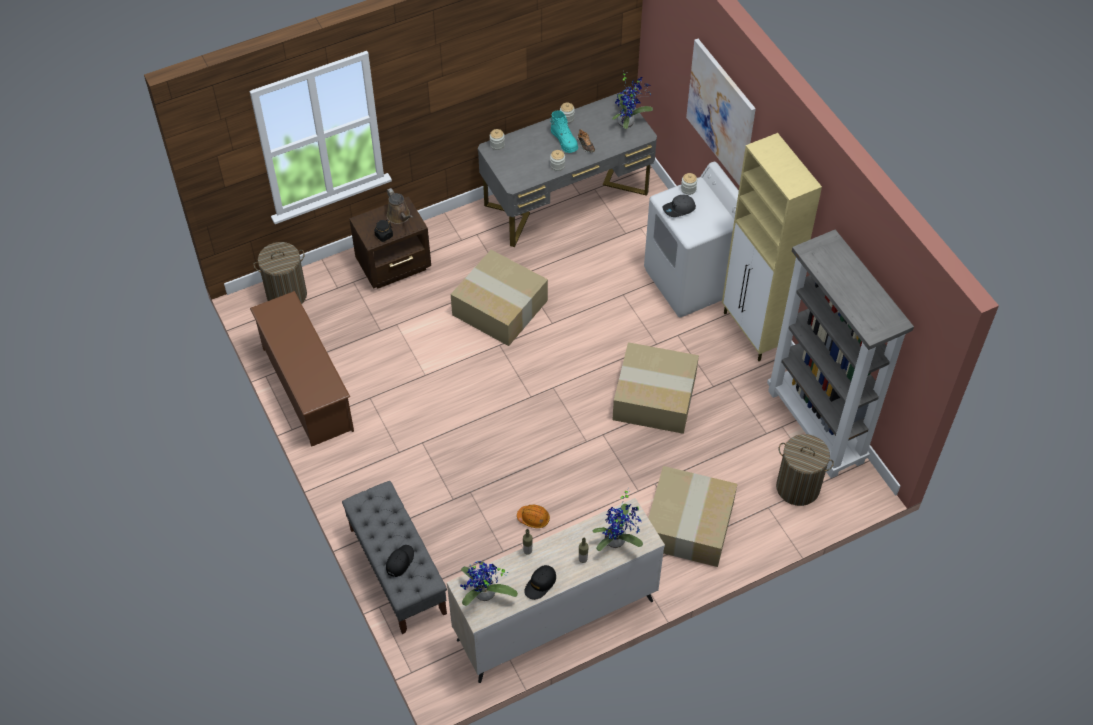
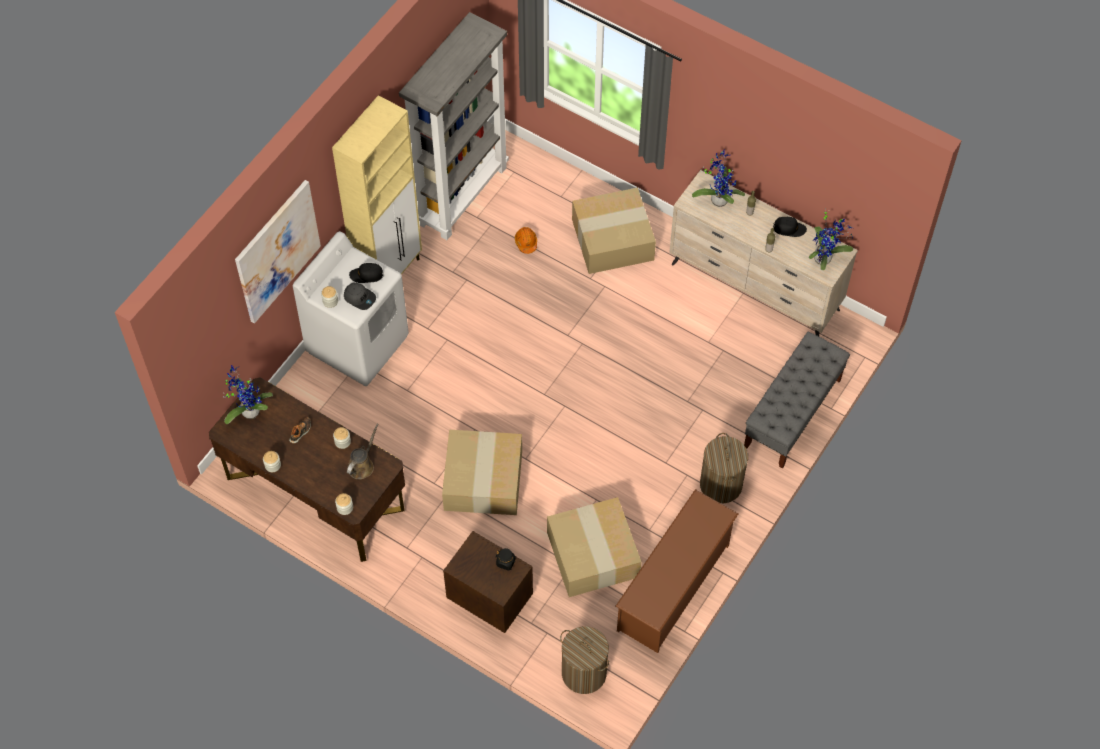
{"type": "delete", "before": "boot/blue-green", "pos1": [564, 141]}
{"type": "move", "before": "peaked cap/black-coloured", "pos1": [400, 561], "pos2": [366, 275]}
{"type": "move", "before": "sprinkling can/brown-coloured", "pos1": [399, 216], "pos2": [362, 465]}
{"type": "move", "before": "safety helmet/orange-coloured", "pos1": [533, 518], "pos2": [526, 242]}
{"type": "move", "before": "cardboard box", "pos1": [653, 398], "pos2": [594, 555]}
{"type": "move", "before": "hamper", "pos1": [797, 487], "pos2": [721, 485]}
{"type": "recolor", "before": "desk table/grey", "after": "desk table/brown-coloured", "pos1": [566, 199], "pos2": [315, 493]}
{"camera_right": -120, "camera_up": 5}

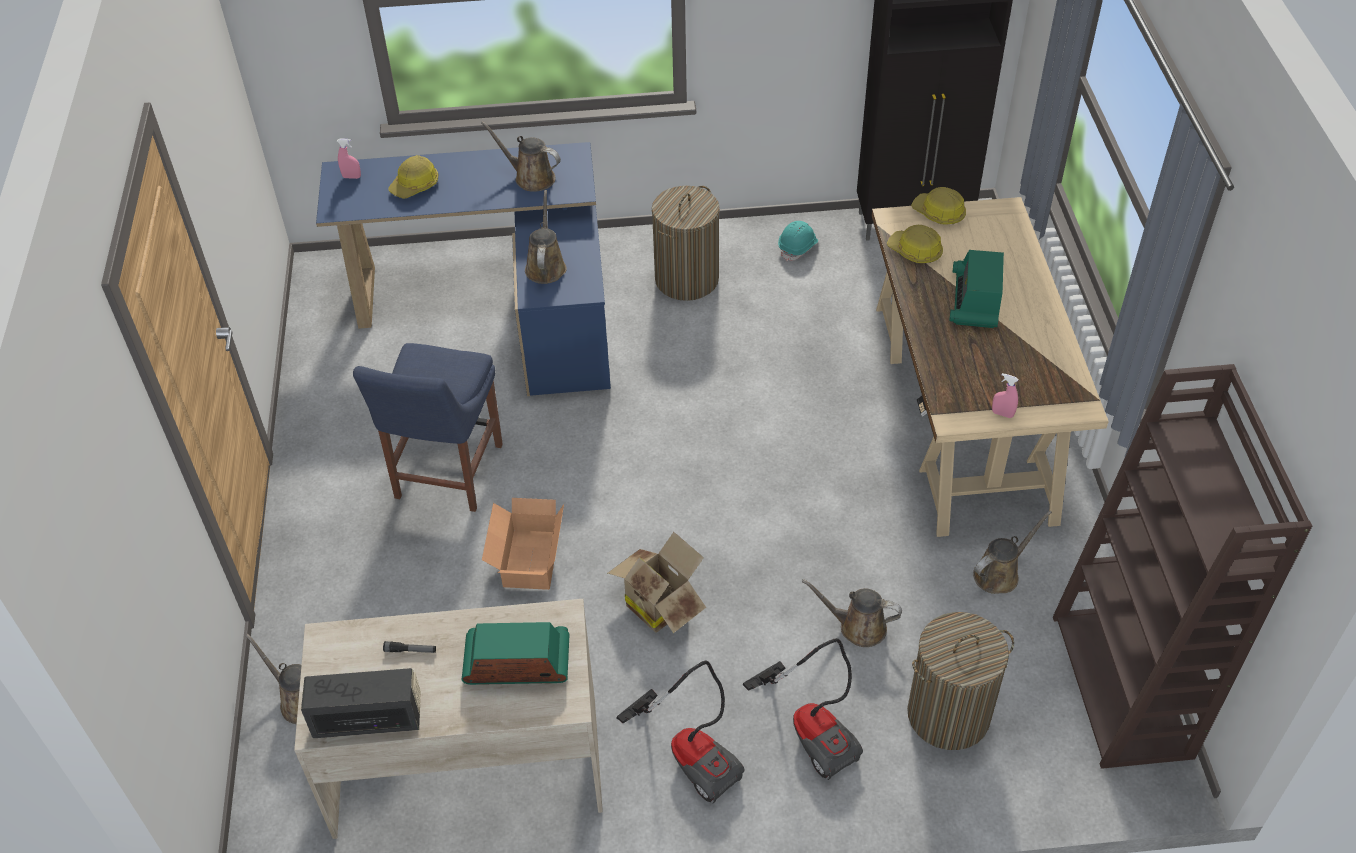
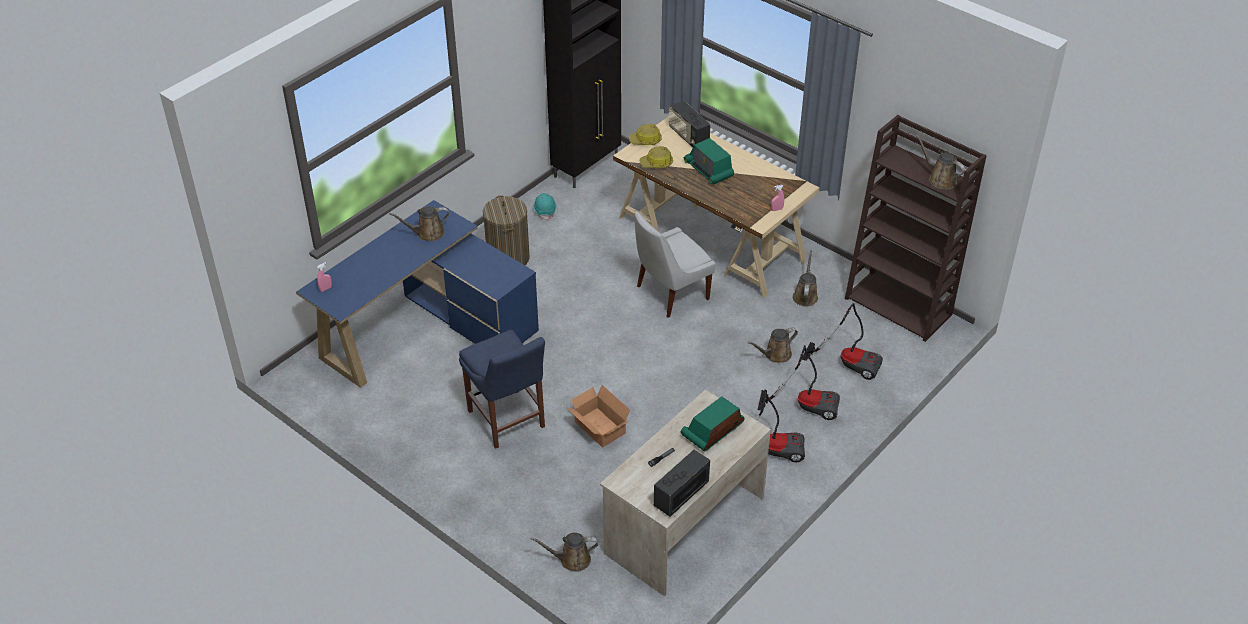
{"type": "delete", "before": "safety helmet", "pos1": [415, 185]}
{"type": "delete", "before": "cardboard box", "pos1": [660, 603]}
{"type": "insert", "after": "plain chair/white-coloured", "pos2": [670, 293]}
{"type": "insert", "after": "radio", "pos2": [688, 137]}
{"type": "move", "before": "sprinkling can/brown-coloured", "pos1": [545, 266], "pos2": [940, 179]}
{"type": "replace", "before": "hamper", "after": "hoover", "pos1": [948, 714], "pos2": [849, 362]}
{"camera_right": -45, "camera_up": -5}

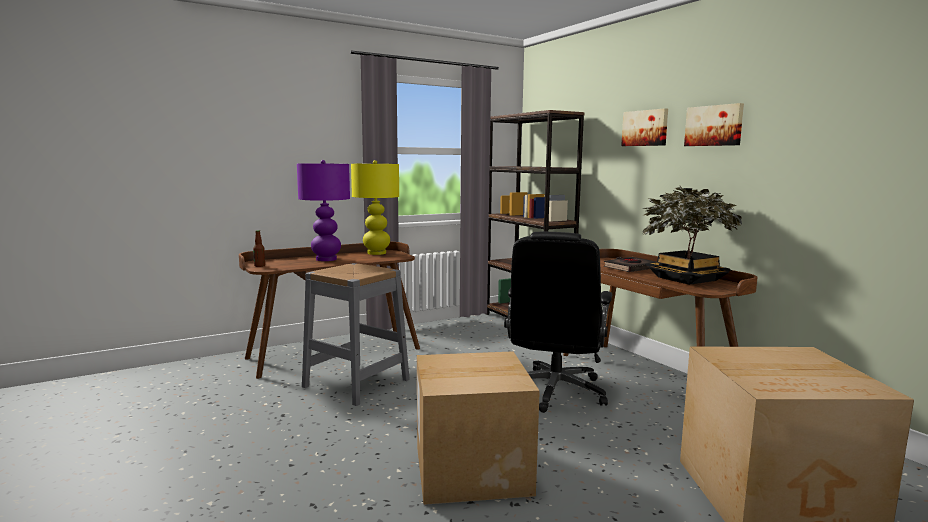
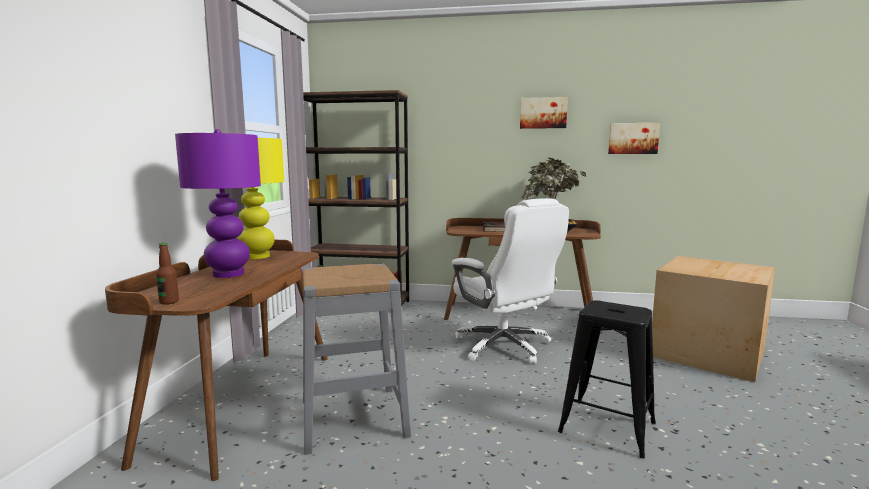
{"type": "move", "before": "picture", "pos1": [645, 128], "pos2": [633, 138]}
{"type": "replace", "before": "cardboard box", "after": "sitting stool/black-coloured", "pos1": [471, 469], "pos2": [606, 427]}
{"type": "recolor", "before": "desk chair/black-coloured", "after": "desk chair/white-coloured", "pos1": [554, 391], "pos2": [504, 347]}
{"camera_right": -50, "camera_up": 0}

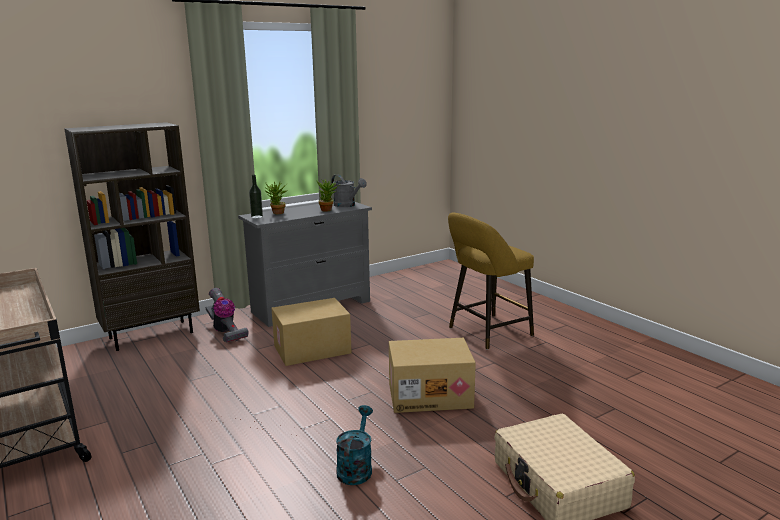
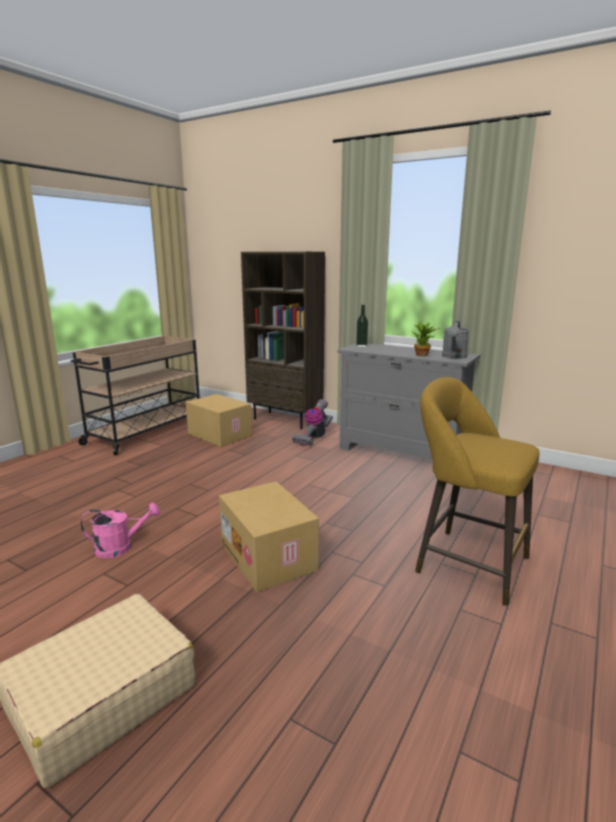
{"type": "delete", "before": "houseplant", "pos1": [277, 213]}
{"type": "move", "before": "cardboard box", "pos1": [312, 350], "pos2": [218, 435]}
{"type": "recolor", "before": "sprinkling can/blue-green", "after": "sprinkling can/pink", "pos1": [356, 468], "pos2": [120, 547]}
{"camera_right": 65, "camera_up": 0}

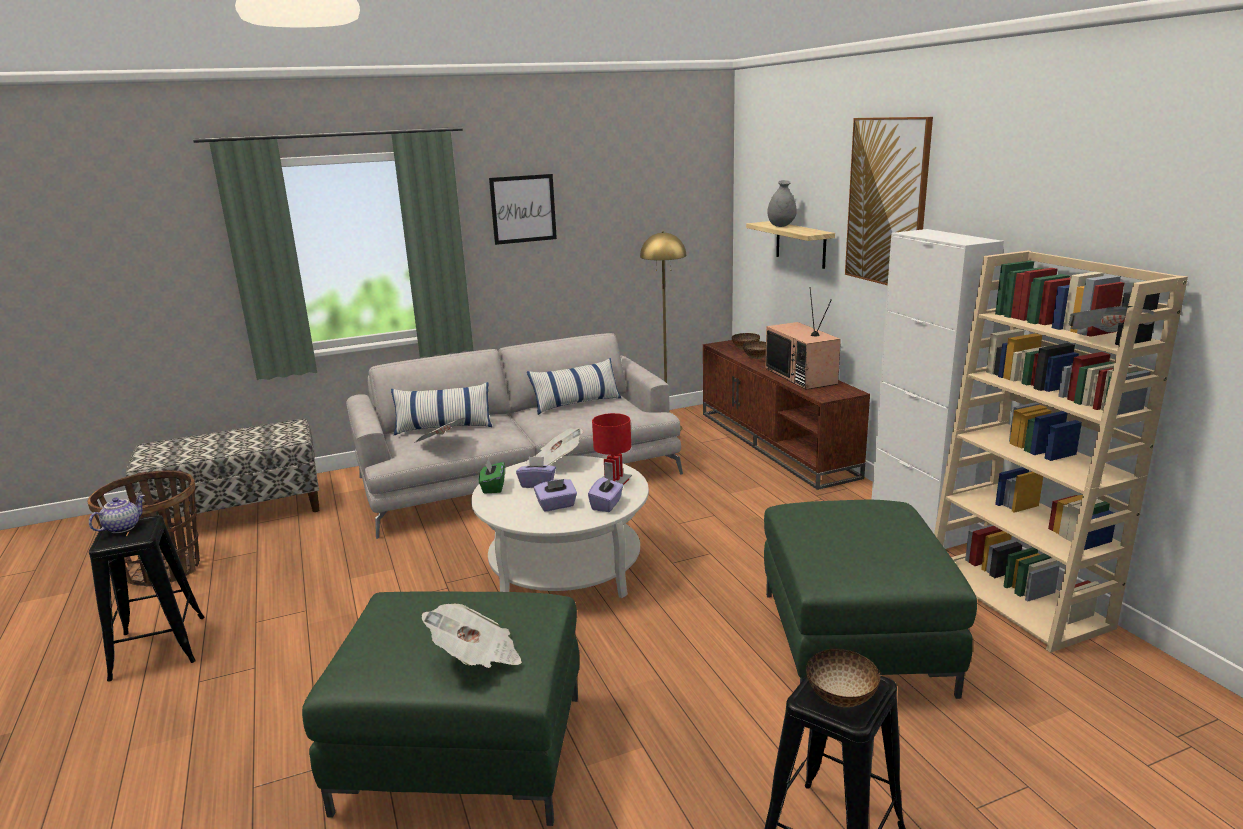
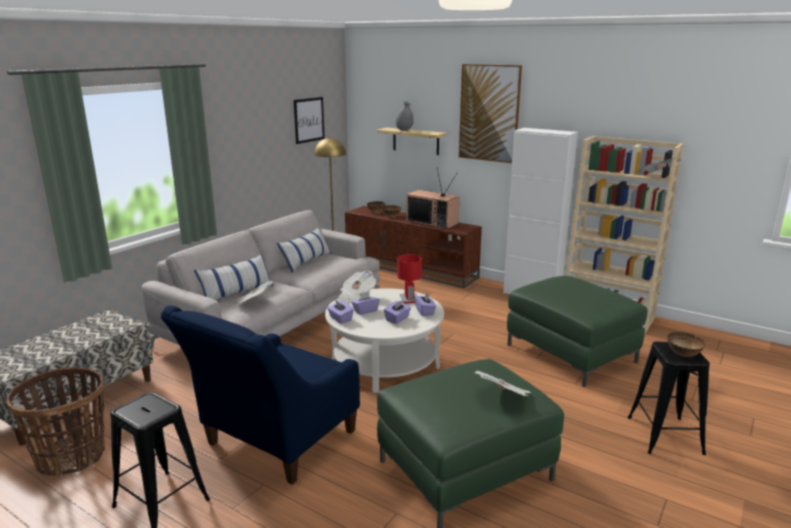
{"type": "delete", "before": "pot for tea", "pos1": [122, 527]}
{"type": "insert", "after": "lounge chair/blue-coloured", "pos2": [274, 443]}
{"type": "move", "before": "picture", "pos1": [523, 209], "pos2": [309, 120]}
{"type": "recolor", "before": "box of tissues/green", "after": "box of tissues/purple", "pos1": [493, 487], "pos2": [340, 319]}
{"camera_right": -35, "camera_up": 0}

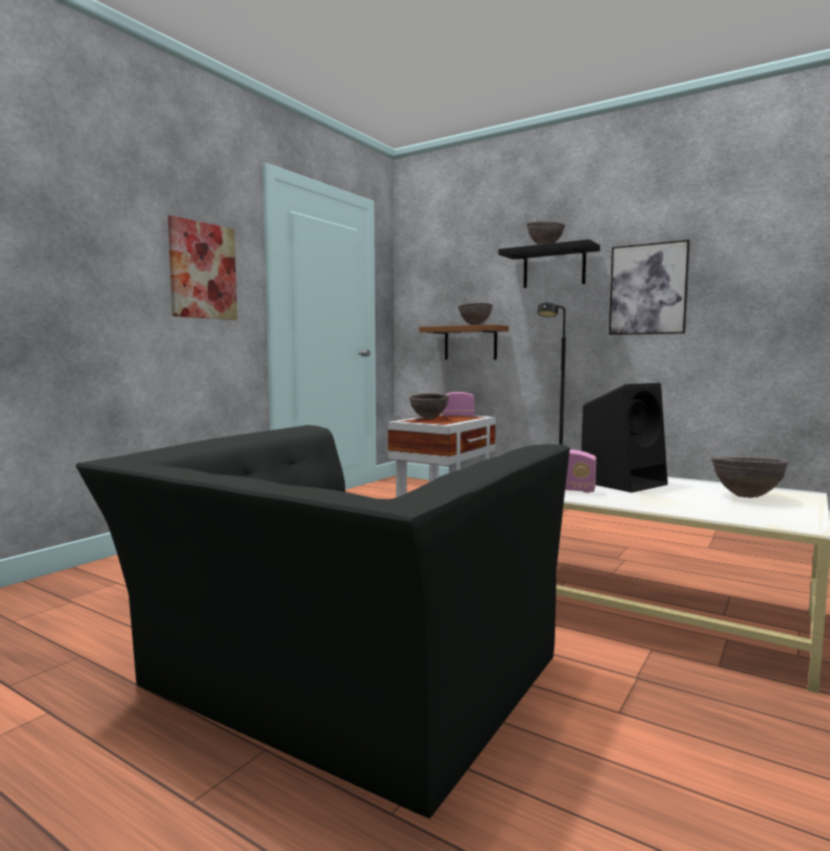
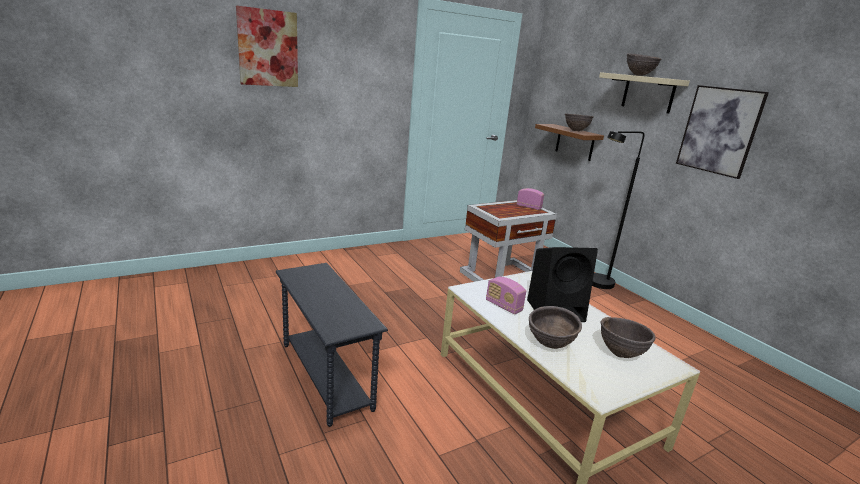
{"type": "move", "before": "picture", "pos1": [202, 271], "pos2": [268, 48]}
{"type": "move", "before": "bowl/brown-coloured", "pos1": [429, 418], "pos2": [550, 345]}
{"type": "replace", "before": "lounge chair/black-coloured", "after": "end table/grey", "pos1": [341, 679], "pos2": [325, 376]}
{"type": "recolor", "before": "bracket shelf/black-coloured", "after": "bracket shelf/sand-coloured", "pos1": [554, 267], "pos2": [648, 93]}
{"camera_right": 25, "camera_up": 15}

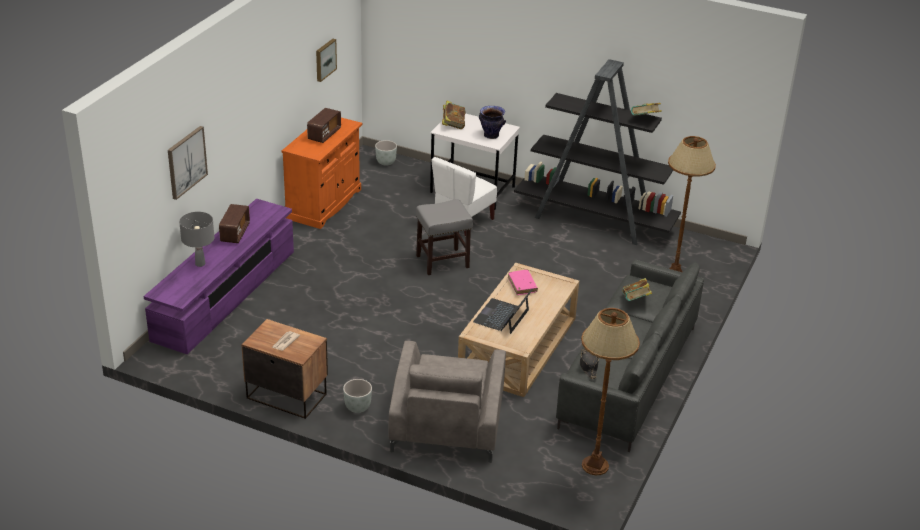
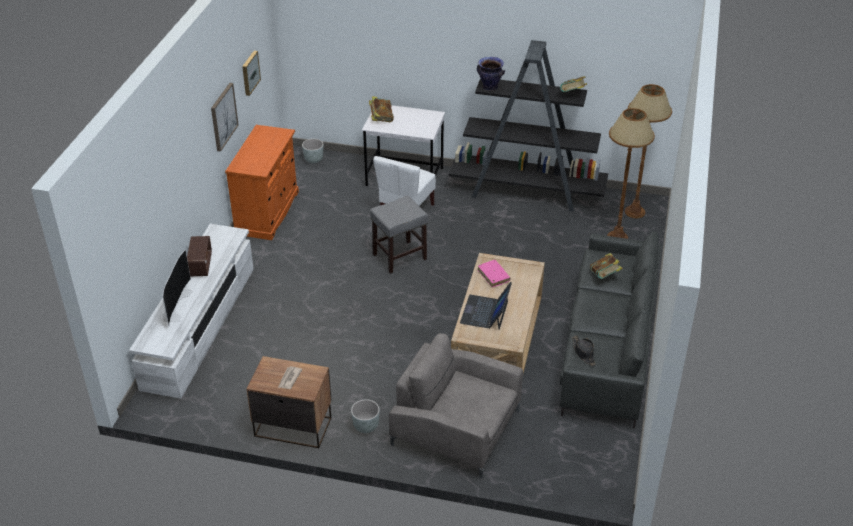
{"type": "delete", "before": "radio", "pos1": [324, 134]}
{"type": "move", "before": "picture", "pos1": [186, 162], "pos2": [223, 116]}
{"type": "move", "before": "vase", "pos1": [491, 135], "pos2": [490, 87]}
{"type": "move", "before": "floor lamp/brown-coloured", "pos1": [594, 466], "pos2": [634, 212]}
{"type": "replace", "before": "lamp for a table/grey", "after": "TV set", "pos1": [200, 264], "pos2": [175, 304]}
{"type": "recolor", "before": "tv stand/purple", "after": "tv stand/white-coloured", "pos1": [225, 295], "pos2": [200, 327]}
{"type": "rotate", "before": "lounge chair/grey", "pos1": [447, 422], "pos2": [456, 428], "turn": 120}
{"camera_right": -10, "camera_up": 5}

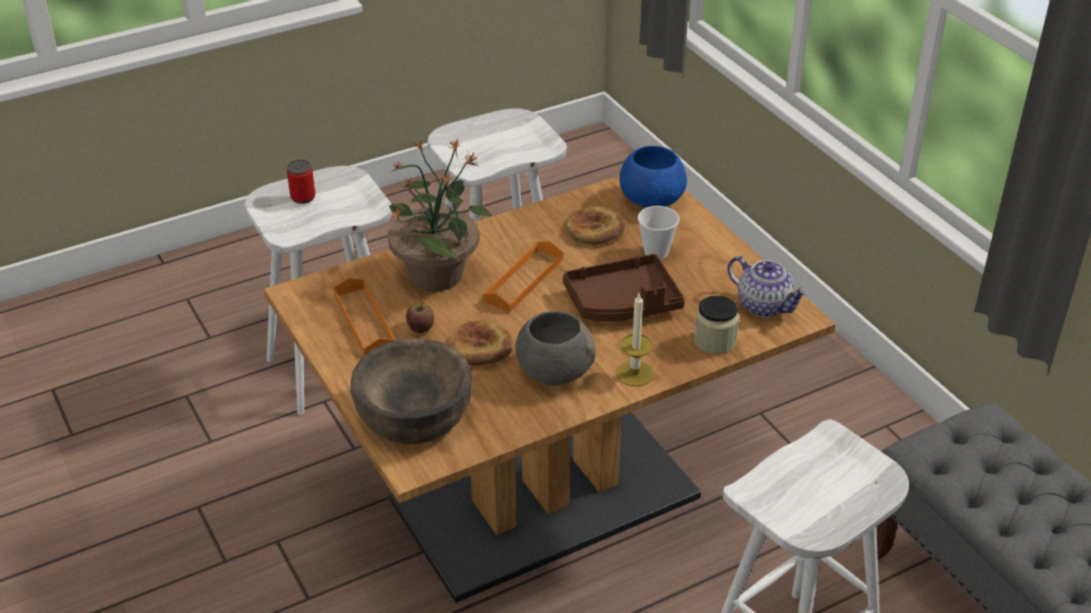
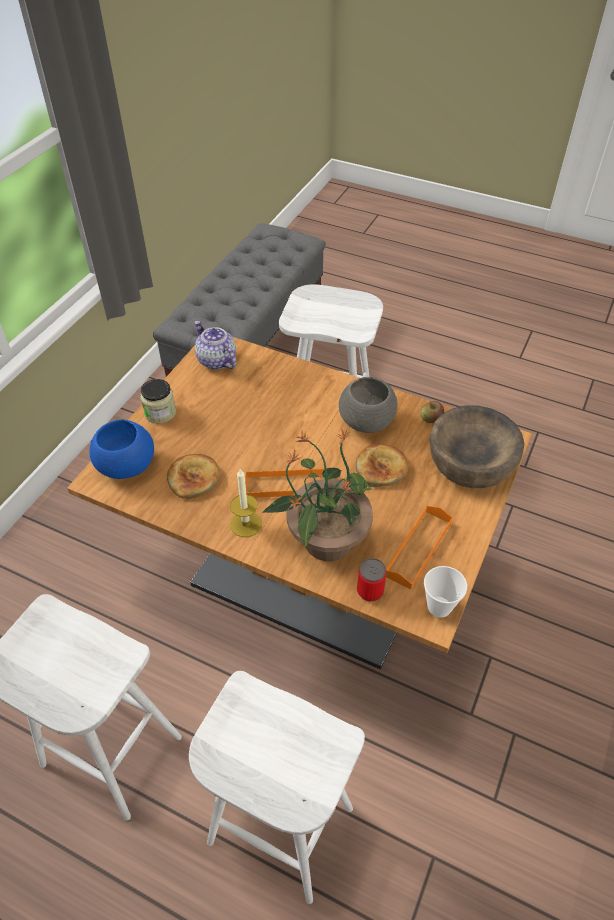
{"type": "delete", "before": "carrying tray/brown-coloured", "pos1": [623, 303]}
{"type": "move", "before": "metal can", "pos1": [303, 197], "pos2": [370, 591]}
{"type": "move", "before": "apple fruit", "pos1": [420, 327], "pos2": [431, 419]}
{"type": "move", "before": "wax candle", "pos1": [634, 373], "pos2": [246, 524]}
{"type": "move", "before": "drinking cup", "pos1": [656, 252], "pos2": [439, 606]}
{"type": "move", "before": "jar", "pos1": [715, 341], "pos2": [160, 413]}
{"type": "rotate", "before": "pot for tea", "pos1": [765, 305], "pos2": [216, 360], "turn": -45}
{"camera_right": -125, "camera_up": 10}

